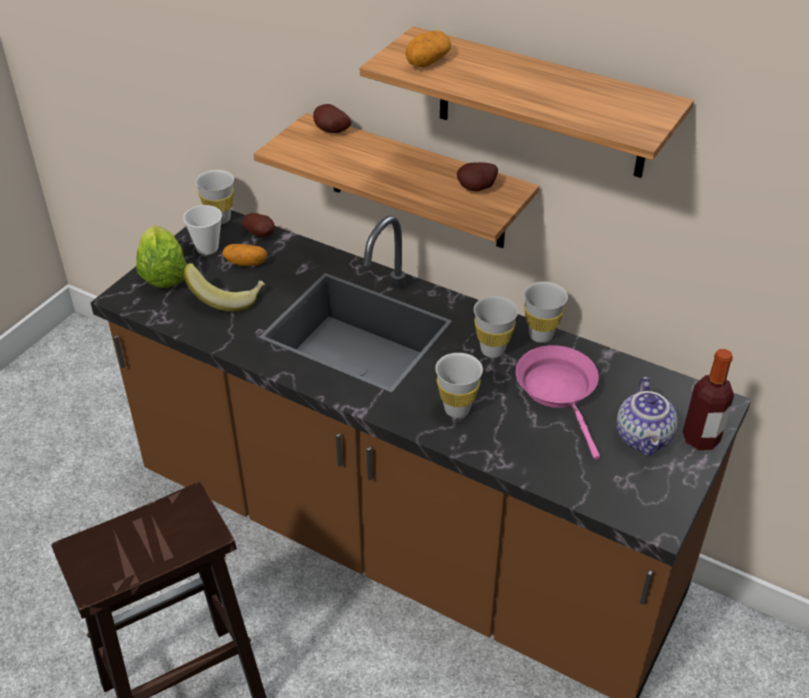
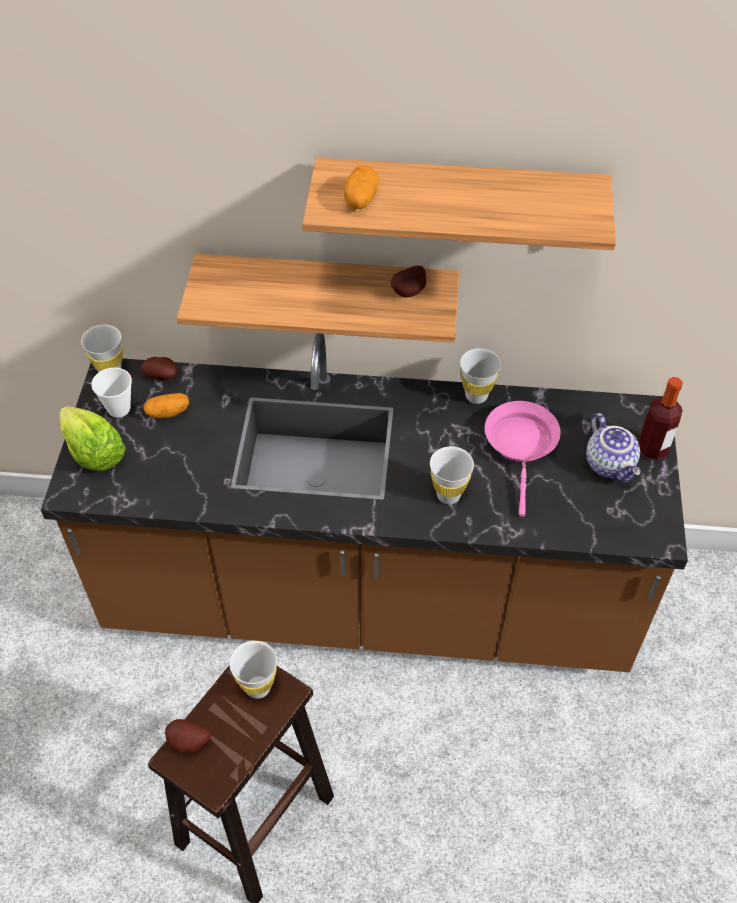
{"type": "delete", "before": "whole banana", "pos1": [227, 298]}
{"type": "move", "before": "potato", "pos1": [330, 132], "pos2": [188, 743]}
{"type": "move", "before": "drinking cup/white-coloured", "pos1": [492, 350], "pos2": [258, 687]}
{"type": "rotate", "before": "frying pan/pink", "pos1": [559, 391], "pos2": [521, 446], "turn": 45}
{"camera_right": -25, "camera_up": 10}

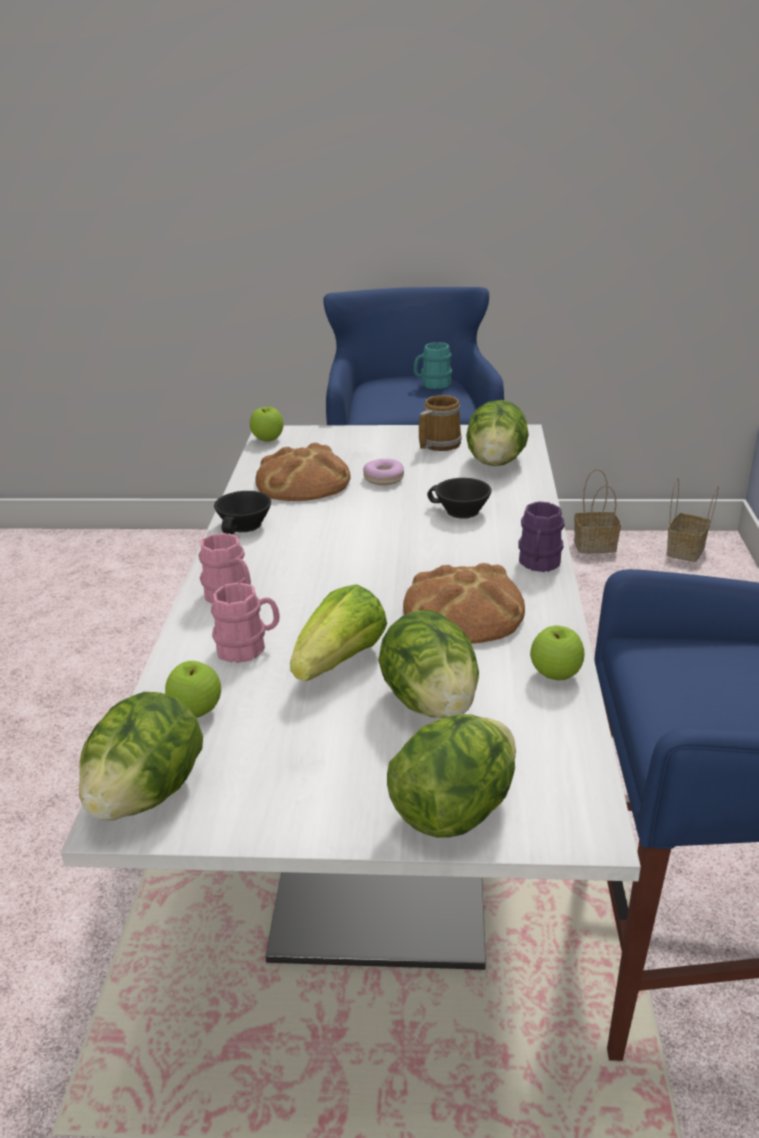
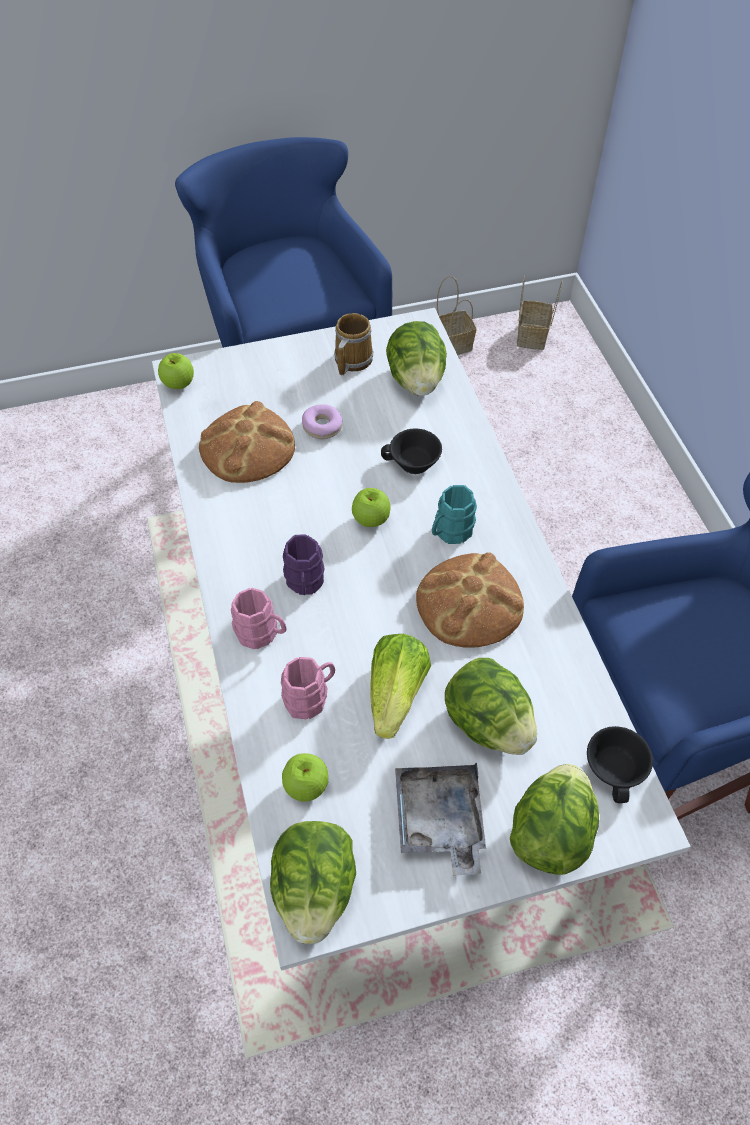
{"type": "insert", "after": "carrying tray/grey", "pos2": [439, 821]}
{"type": "move", "before": "drinking cup/black-coloured", "pos1": [246, 526], "pos2": [616, 769]}
{"type": "move", "before": "tea mug/blue-green", "pos1": [432, 384], "pos2": [450, 532]}
{"type": "move", "before": "tea mug/purple", "pos1": [538, 564], "pos2": [304, 584]}
{"type": "move", "before": "apple fruit", "pos1": [555, 674], "pos2": [371, 519]}
{"camera_right": -20, "camera_up": 25}

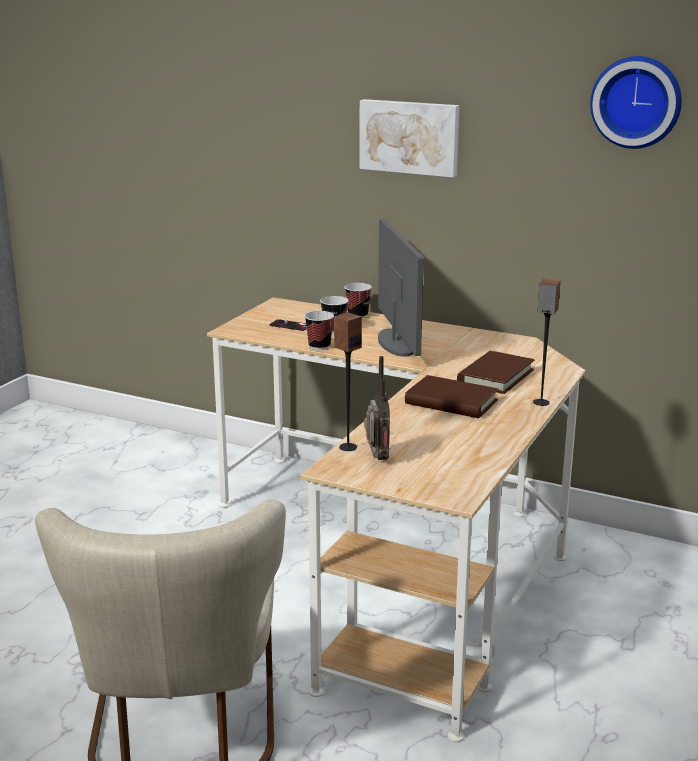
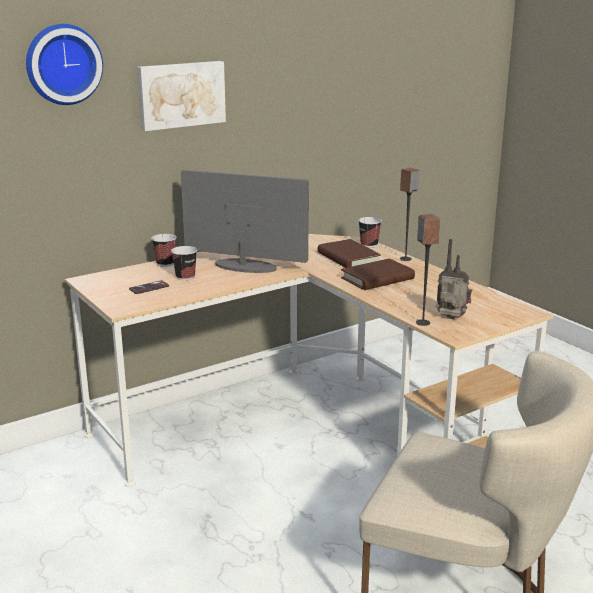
{"type": "move", "before": "drinking cup", "pos1": [319, 346], "pos2": [369, 245]}
{"type": "move", "before": "wall clock", "pos1": [637, 102], "pos2": [62, 64]}
{"camera_right": -60, "camera_up": 0}

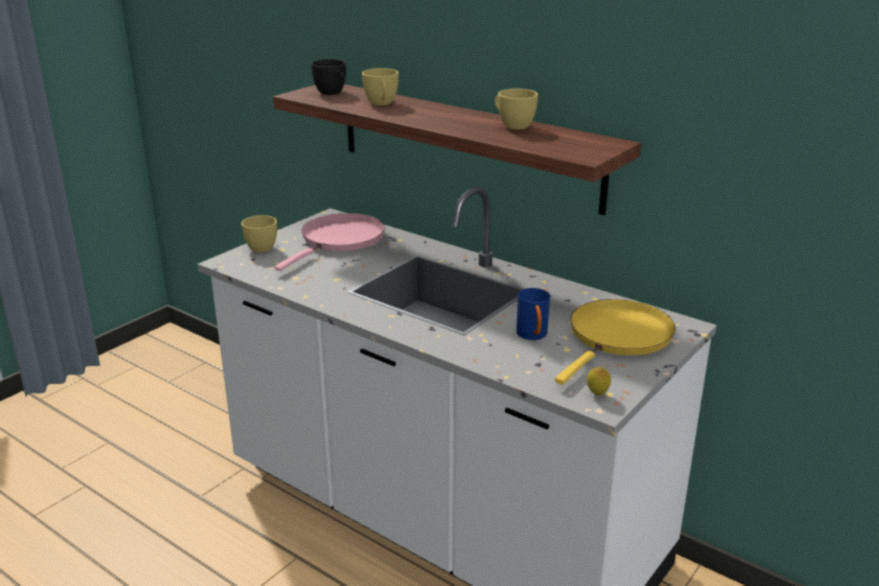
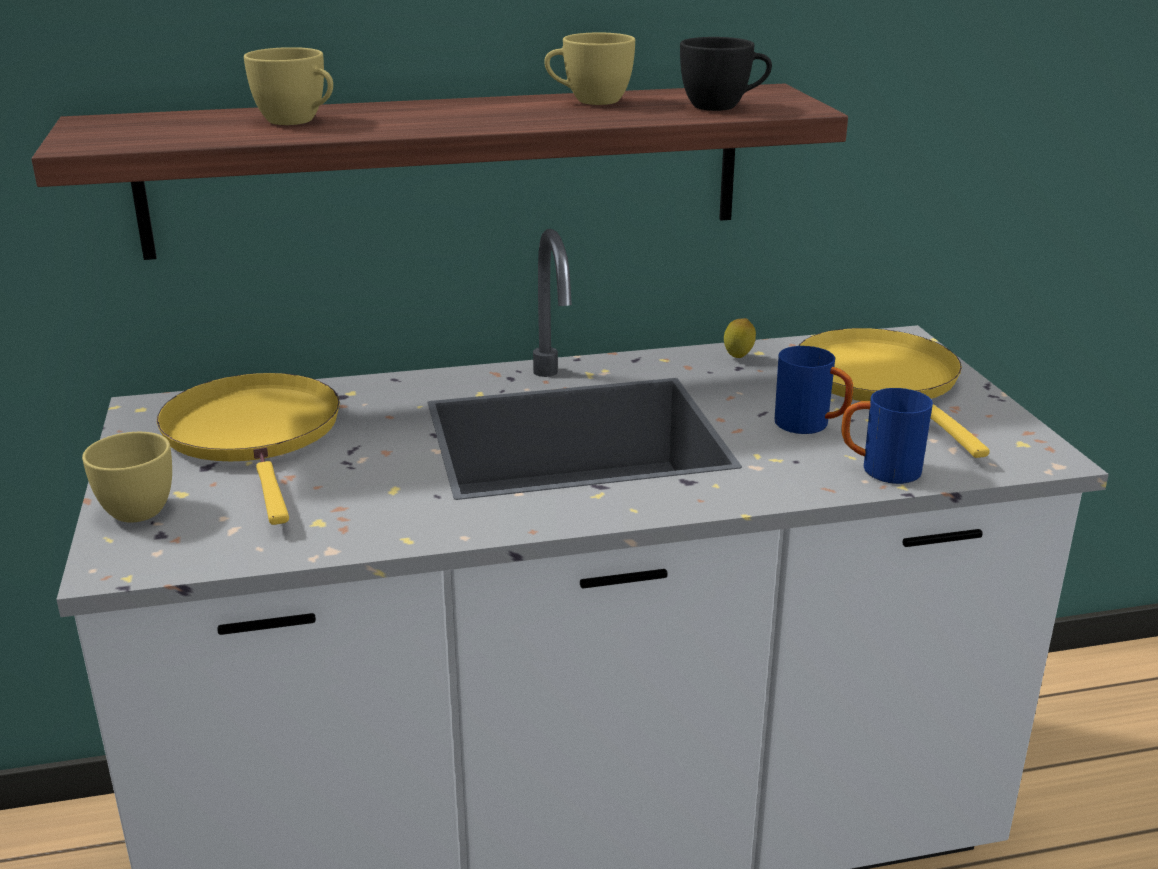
{"type": "insert", "after": "tea mug/blue-coloured", "pos2": [879, 470]}
{"type": "move", "before": "drinking cup/black-coloured", "pos1": [332, 93], "pos2": [723, 106]}
{"type": "move", "before": "whole lemon", "pos1": [597, 394], "pos2": [738, 358]}
{"type": "recolor", "before": "frying pan/pink", "after": "frying pan/yellow-coloured", "pos1": [340, 240], "pos2": [255, 434]}
{"camera_right": -50, "camera_up": 0}

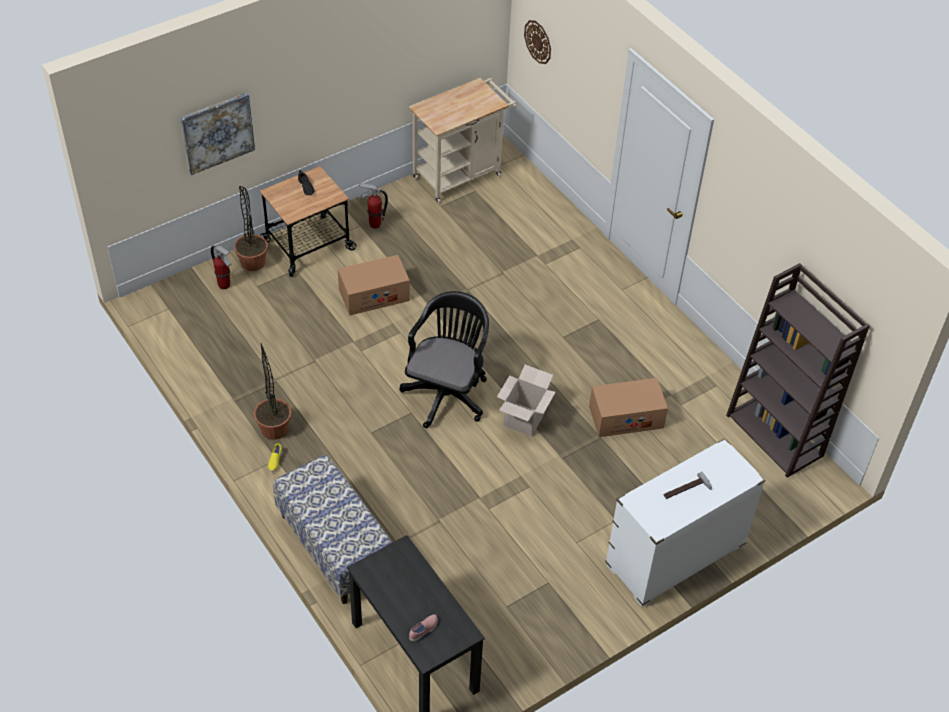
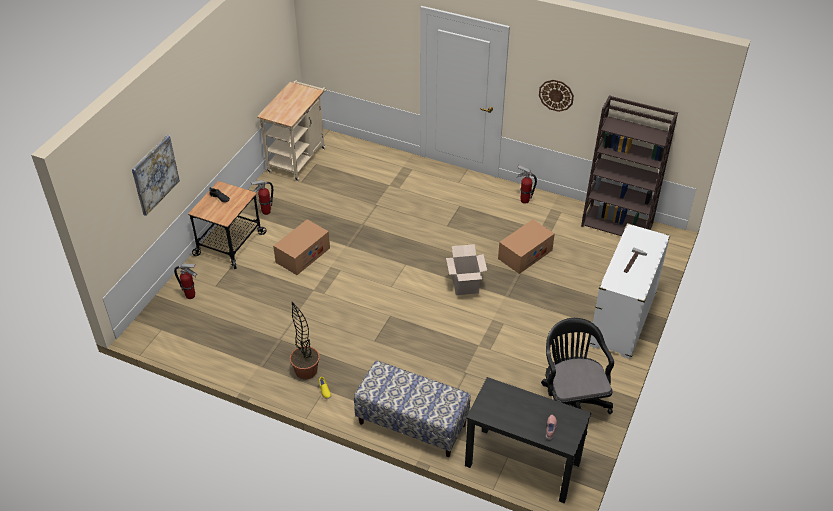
{"type": "delete", "before": "houseplant", "pos1": [252, 262]}
{"type": "insert", "after": "fire-fighting cylinder", "pos2": [524, 200]}
{"type": "move", "before": "desk chair/black-coloured", "pos1": [447, 392], "pos2": [570, 403]}
{"type": "move", "before": "wall clock", "pos1": [538, 41], "pos2": [556, 95]}
{"camera_right": -30, "camera_up": -5}

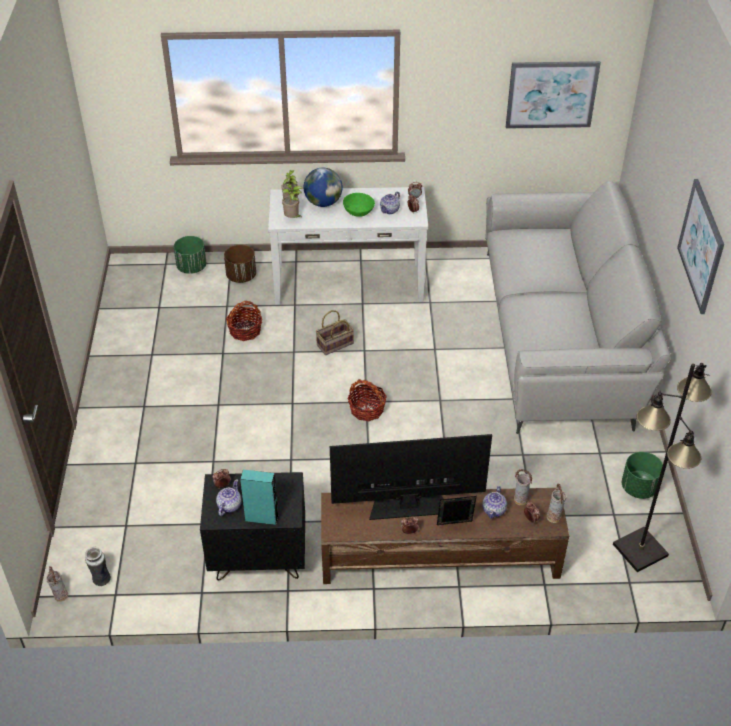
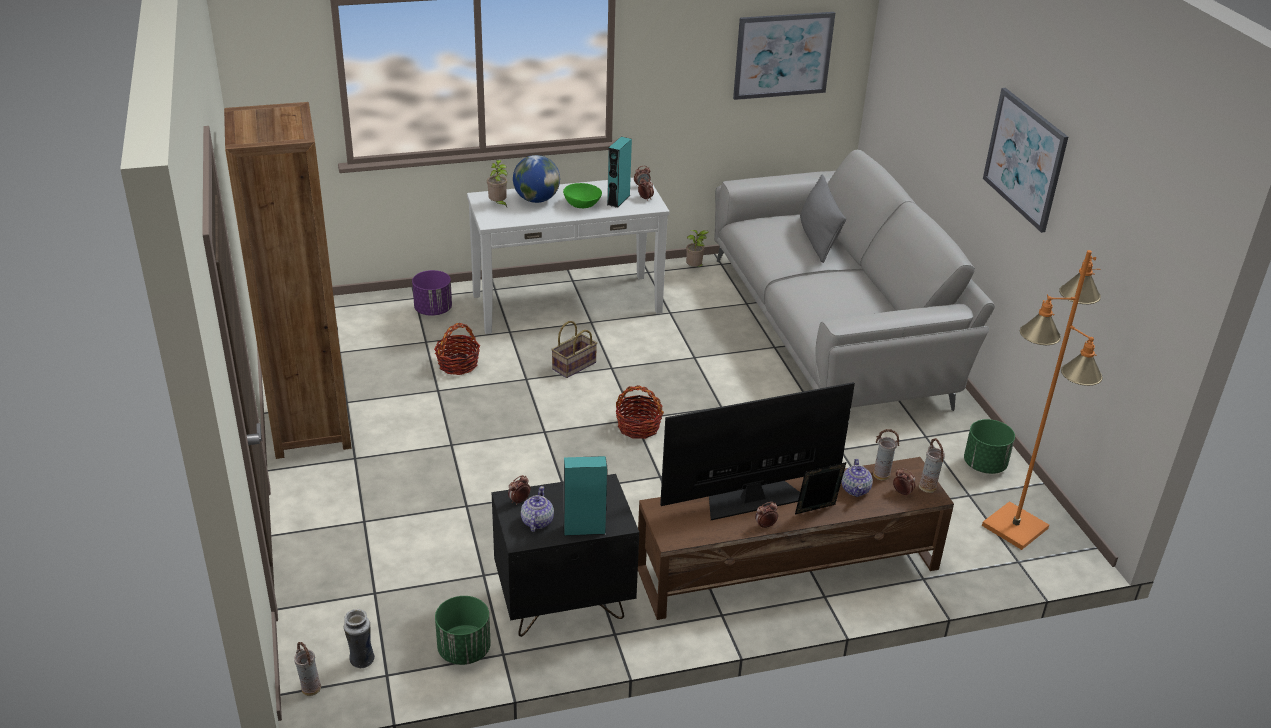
{"type": "insert", "after": "bookshelf/brown-coloured", "pos2": [310, 427]}
{"type": "insert", "after": "cushion/grey", "pos2": [818, 239]}
{"type": "move", "before": "flower pot/green", "pos1": [192, 267], "pos2": [464, 650]}
{"type": "move", "before": "houseplant", "pos1": [292, 218], "pos2": [695, 268]}
{"type": "replace", "before": "pot for tea", "after": "loudspeaker/blue-green", "pos1": [390, 210], "pos2": [618, 200]}
{"type": "recolor", "before": "flower pot/brown-coloured", "after": "flower pot/purple", "pos1": [241, 276], "pos2": [433, 310]}
{"type": "recolor", "before": "floor lamp/black-coloured", "after": "floor lamp/orange-coloured", "pos1": [641, 550], "pos2": [1016, 527]}
{"camera_right": -15, "camera_up": -10}

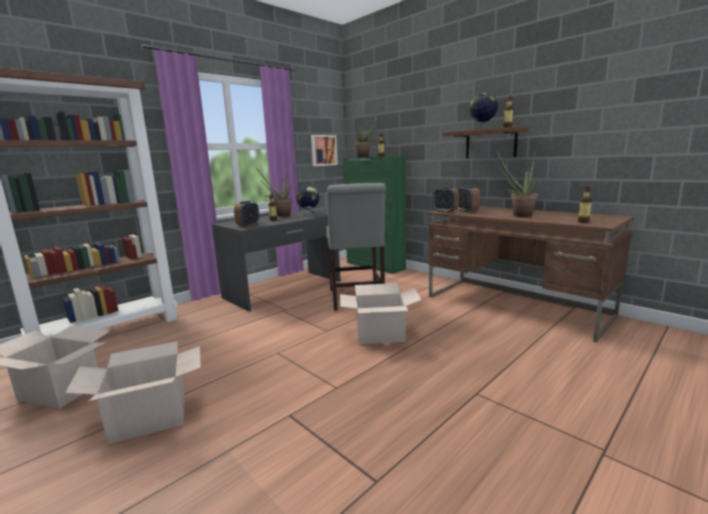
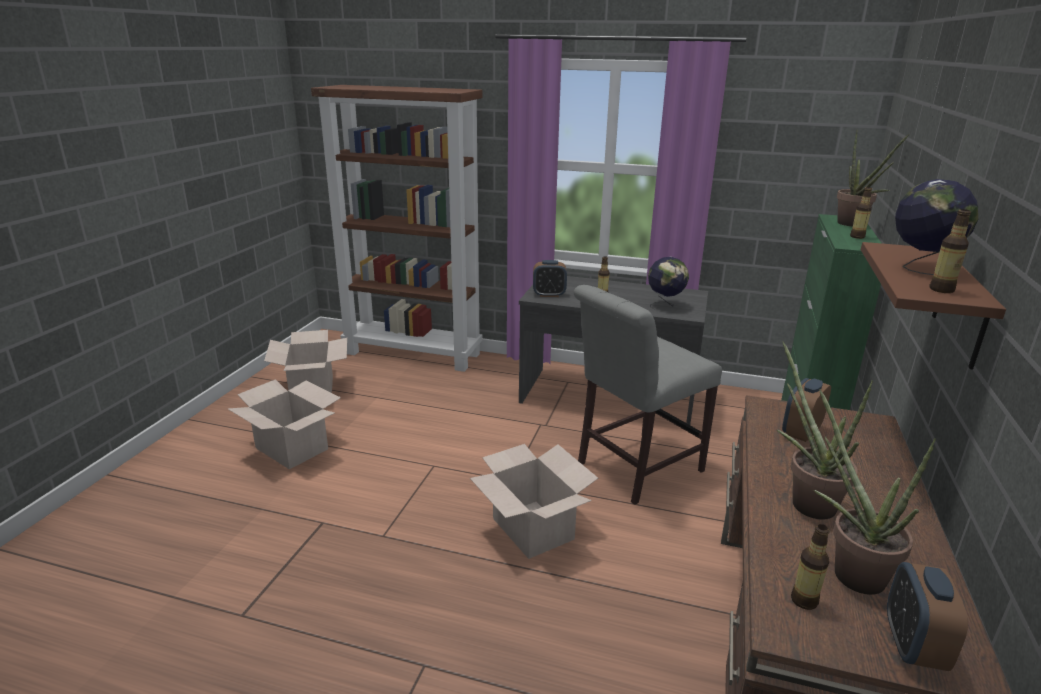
{"type": "delete", "before": "picture", "pos1": [323, 150]}
{"type": "move", "before": "houseplant", "pos1": [280, 215], "pos2": [849, 570]}
{"type": "move", "before": "bedside clock", "pos1": [445, 211], "pos2": [912, 646]}
{"camera_right": 60, "camera_up": 10}

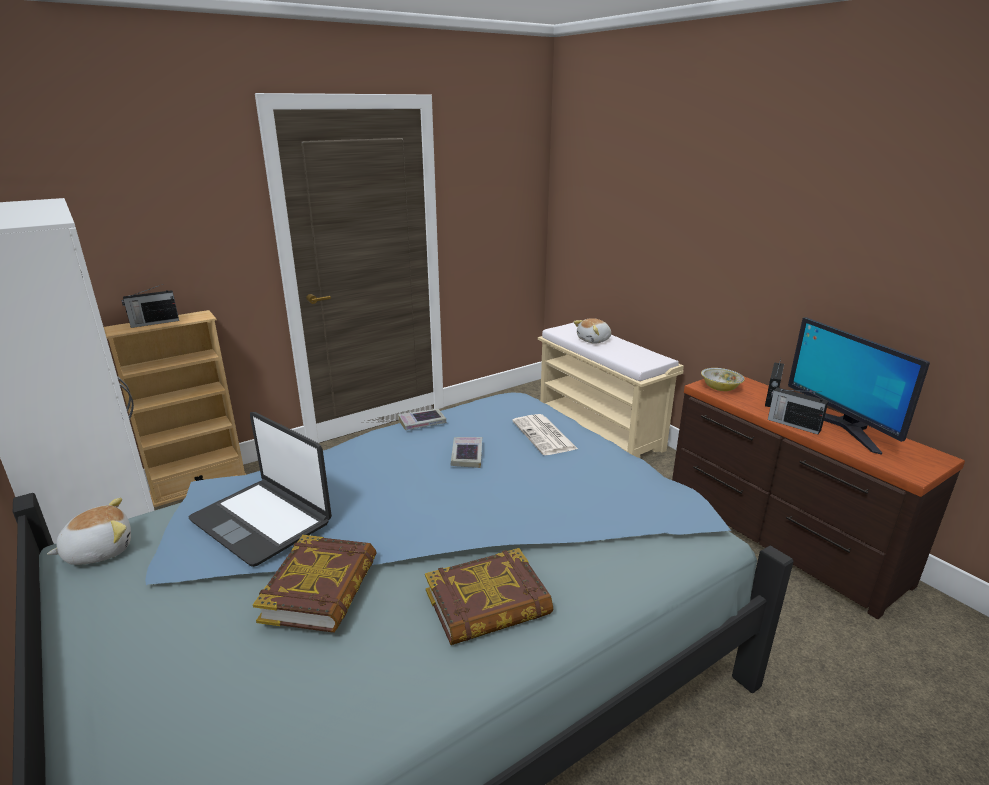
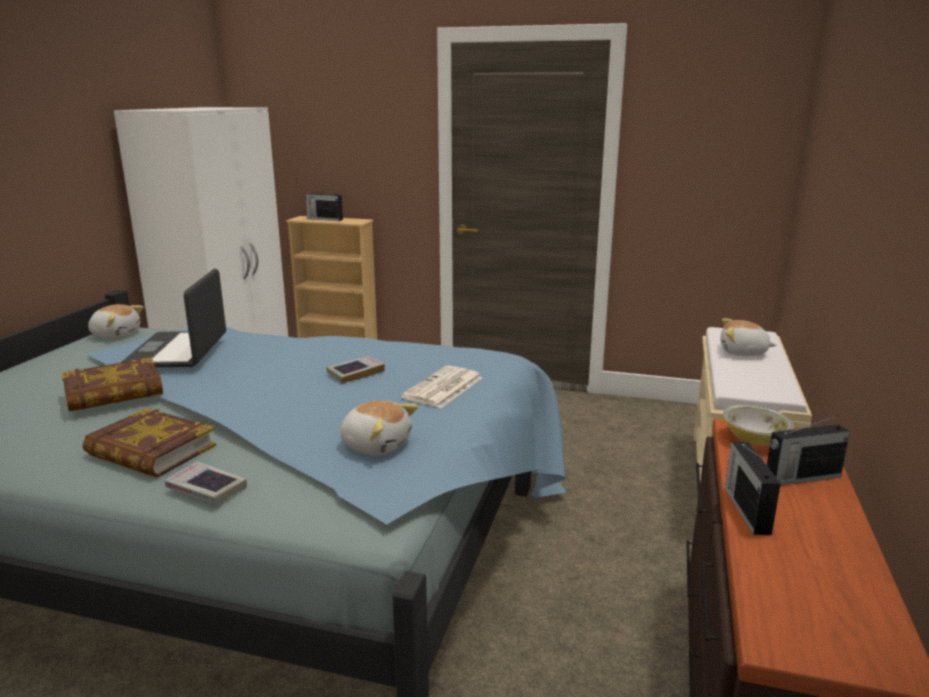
{"type": "delete", "before": "monitor", "pos1": [840, 426]}
{"type": "insert", "after": "soft toy", "pos2": [376, 444]}
{"type": "move", "before": "volume", "pos1": [422, 423], "pos2": [206, 489]}
{"camera_right": 50, "camera_up": -5}

